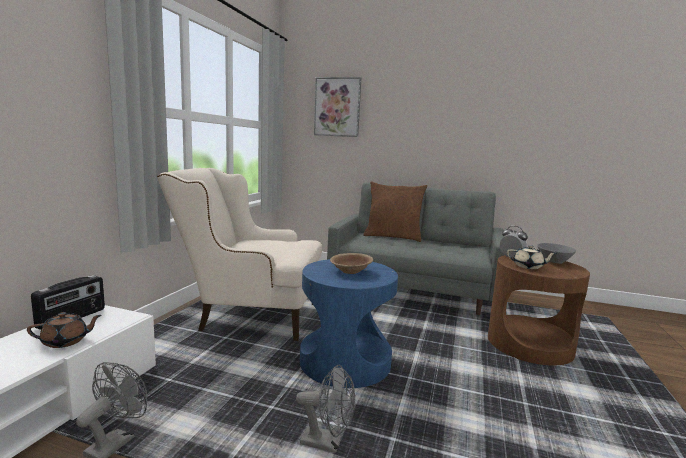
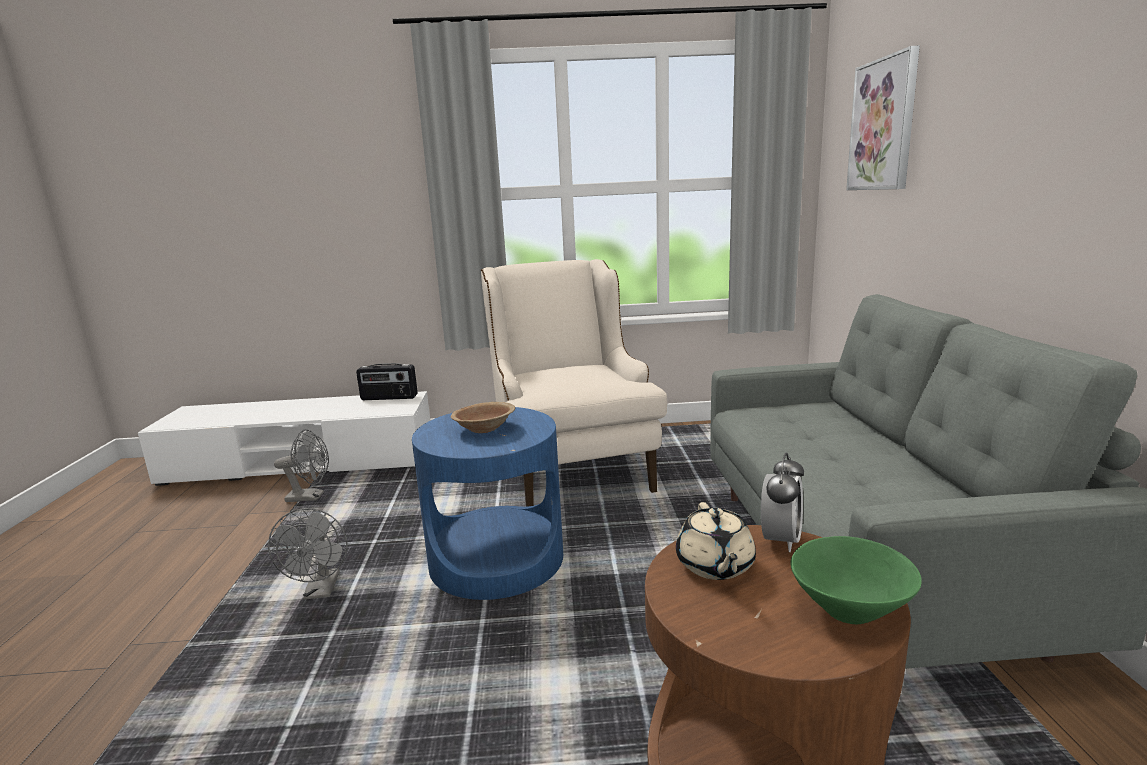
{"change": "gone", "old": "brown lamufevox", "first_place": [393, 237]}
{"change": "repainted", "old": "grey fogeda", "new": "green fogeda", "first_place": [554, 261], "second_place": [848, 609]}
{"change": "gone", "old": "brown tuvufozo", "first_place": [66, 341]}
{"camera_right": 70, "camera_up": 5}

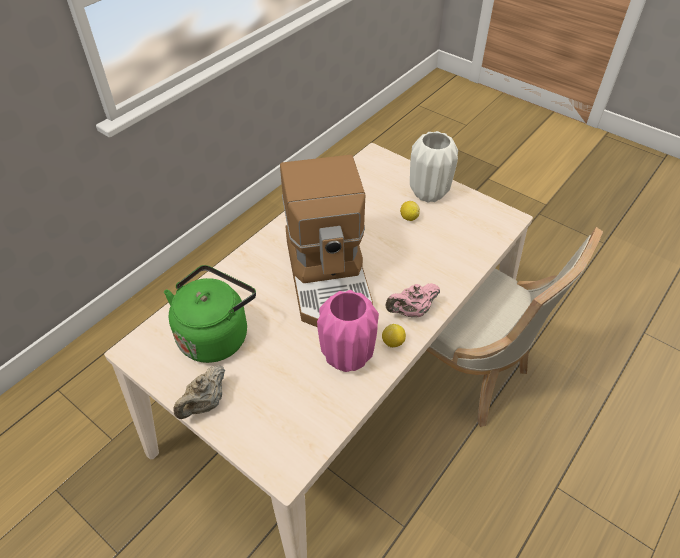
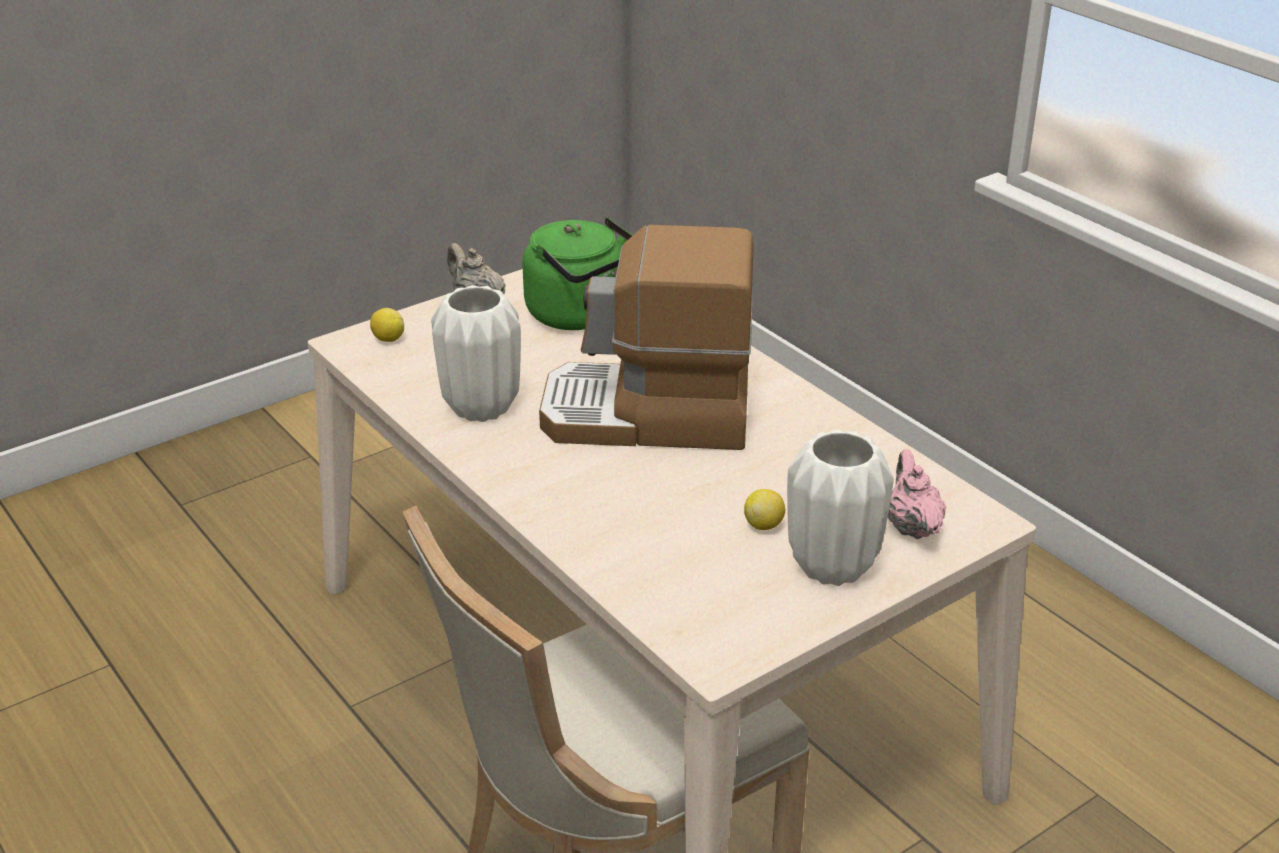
{"change": "shifted", "old": "pink tuvufozo", "first_place": [411, 311], "second_place": [911, 527]}
{"change": "repainted", "old": "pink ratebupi", "new": "white ratebupi", "first_place": [346, 356], "second_place": [482, 407]}
{"change": "shifted", "old": "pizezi", "first_place": [393, 342], "second_place": [388, 339]}
{"camera_right": 105, "camera_up": -15}

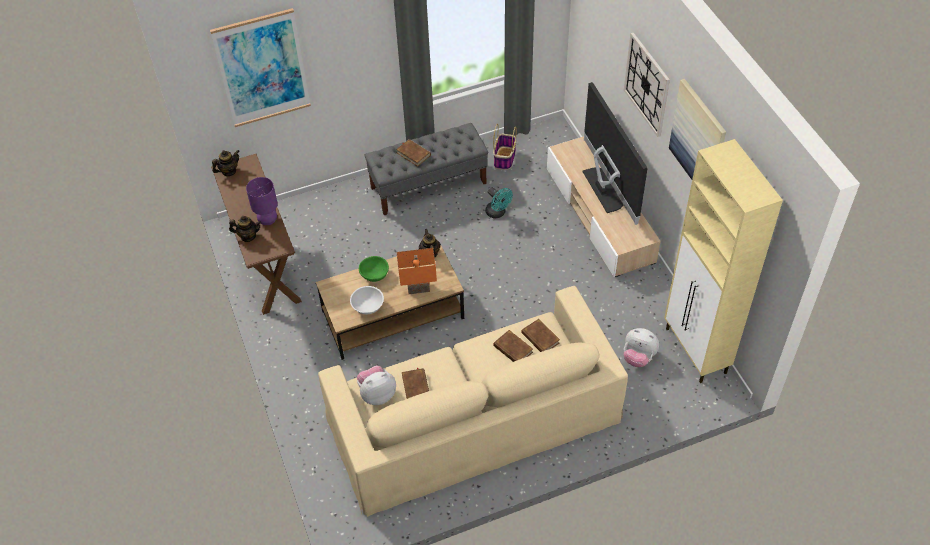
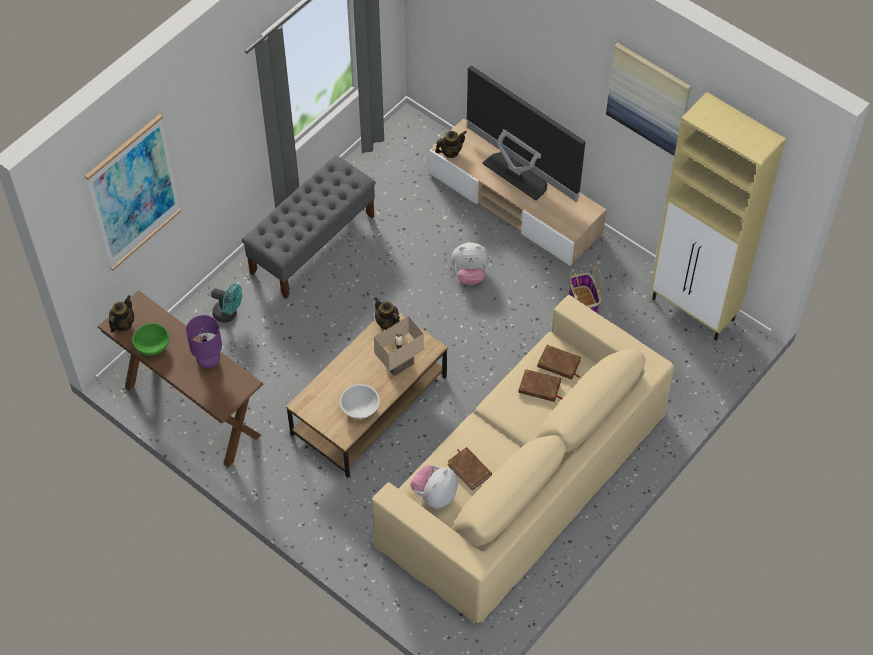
{"change": "gone", "old": "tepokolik", "first_place": [647, 84]}
{"change": "shifted", "old": "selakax", "first_place": [504, 159], "second_place": [583, 303]}
{"change": "gone", "old": "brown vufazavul", "first_place": [413, 154]}
{"change": "shifted", "old": "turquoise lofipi", "first_place": [498, 213], "second_place": [229, 314]}
{"change": "shifted", "old": "tuvufozo", "first_place": [248, 236], "second_place": [450, 152]}
{"change": "repainted", "old": "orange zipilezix", "new": "beige zipilezix", "first_place": [418, 286], "second_place": [399, 363]}
{"change": "shifted", "old": "green fogeda", "first_place": [374, 275], "second_place": [153, 346]}
{"change": "shifted", "old": "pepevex", "first_place": [638, 357], "second_place": [470, 274]}
{"camera_right": -30, "camera_up": 5}

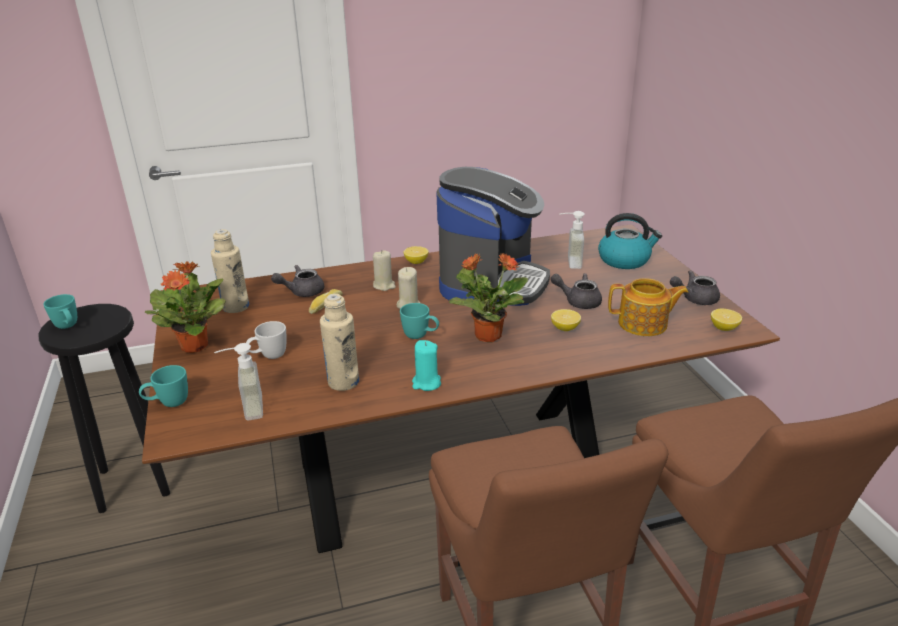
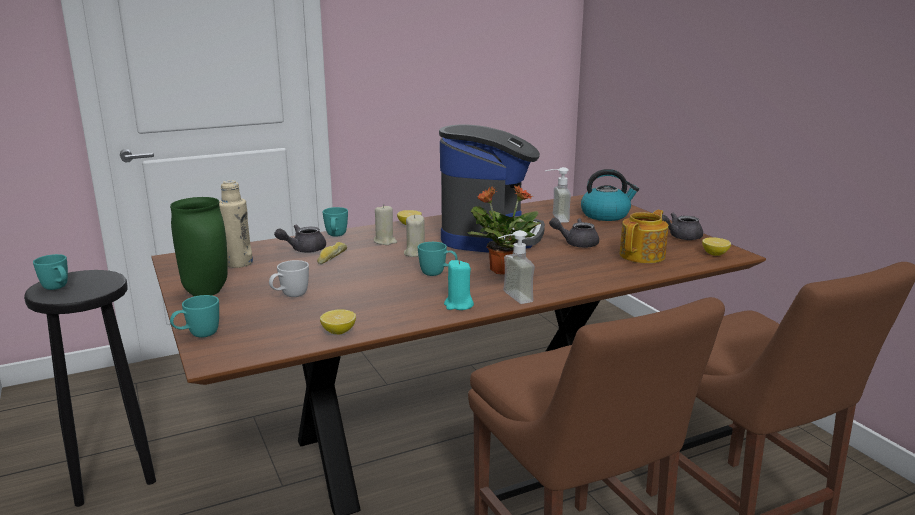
{"change": "swapped", "old": "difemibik", "new": "green ratebupi", "first_place": [195, 345], "second_place": [207, 292]}
{"change": "rotated", "old": "tuvufozo", "first_place": [644, 324], "second_place": [643, 255], "degrees": -45}
{"change": "gone", "old": "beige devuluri", "first_place": [343, 382]}
{"change": "shifted", "old": "pizezi", "first_place": [565, 328], "second_place": [339, 332]}
{"change": "shifted", "old": "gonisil", "first_place": [245, 409], "second_place": [510, 298]}
{"change": "new", "new": "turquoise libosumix", "second_place": [336, 236]}
{"camera_right": -10, "camera_up": -10}

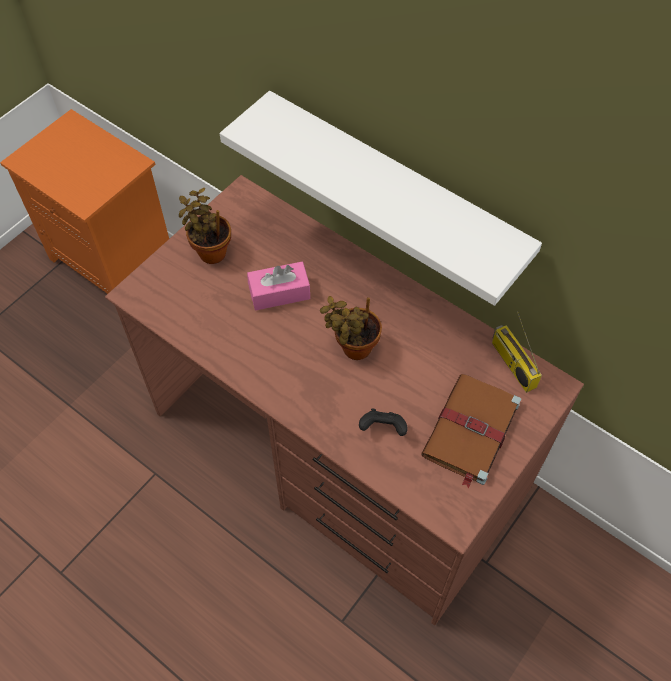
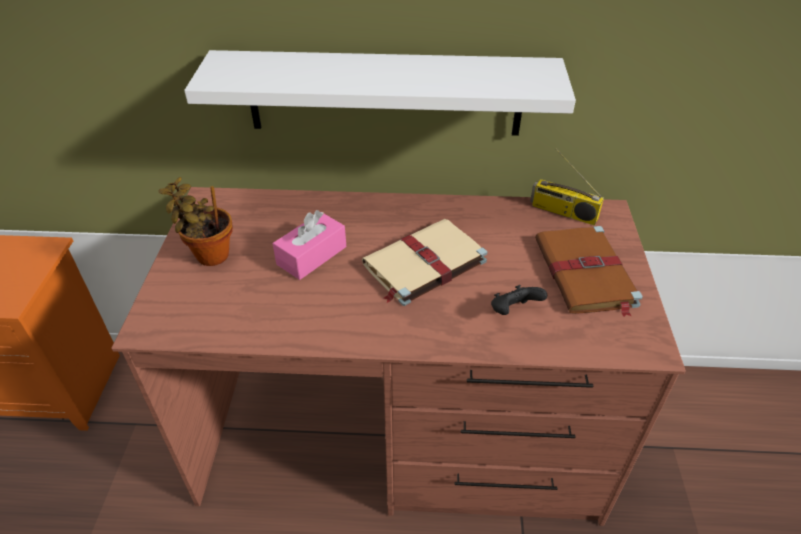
{"change": "swapped", "old": "difemibik", "new": "beige vufazavul", "first_place": [353, 348], "second_place": [423, 264]}
{"camera_right": -35, "camera_up": -15}

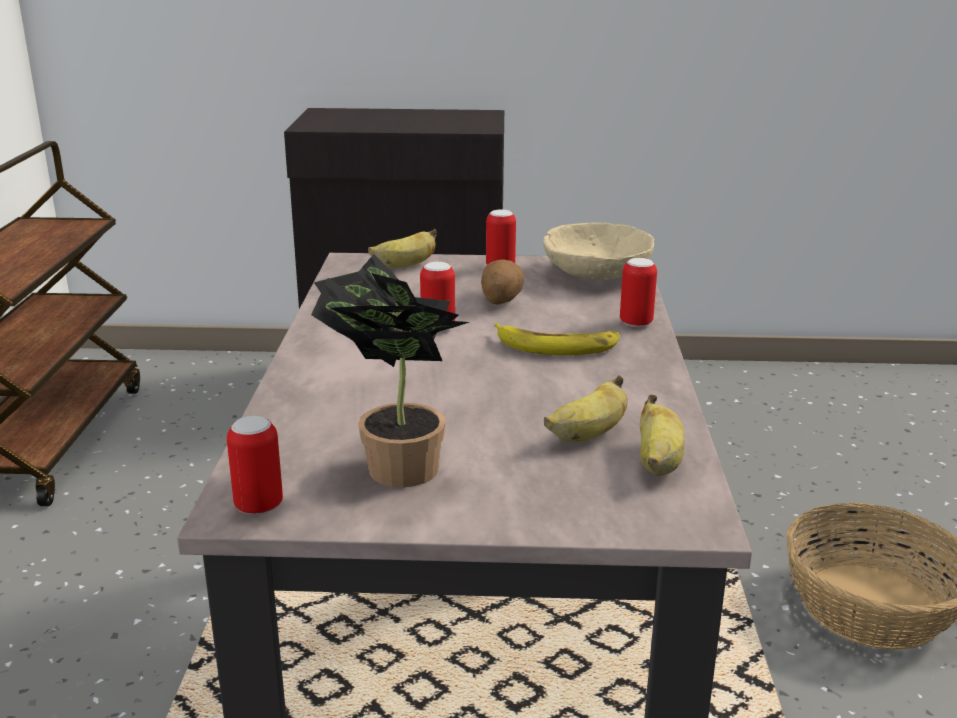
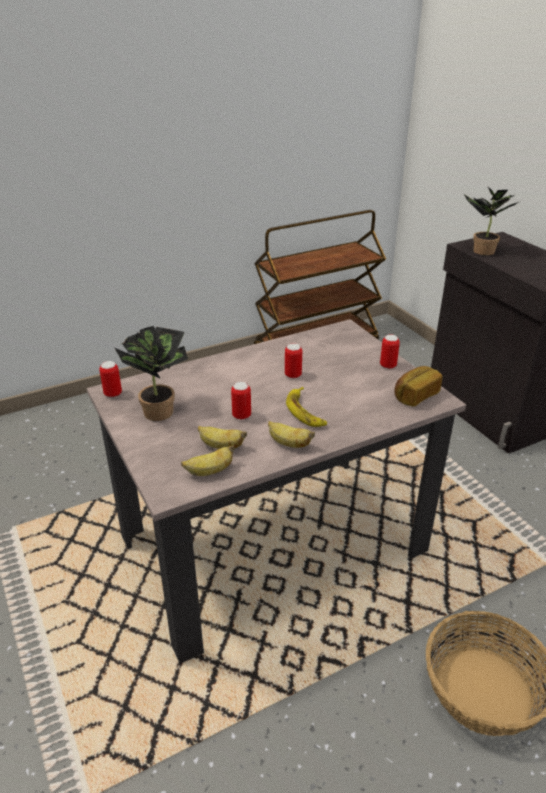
{"change": "swapped", "old": "beige fogeda", "new": "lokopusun", "first_place": [596, 274], "second_place": [415, 395]}
{"change": "shifted", "old": "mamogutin", "first_place": [405, 266], "second_place": [288, 443]}
{"change": "shifted", "old": "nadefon", "first_place": [636, 323], "second_place": [241, 416]}
{"change": "gone", "old": "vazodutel", "first_place": [500, 300]}
{"change": "new", "new": "difemibik", "second_place": [480, 251]}
{"camera_right": 60, "camera_up": 10}

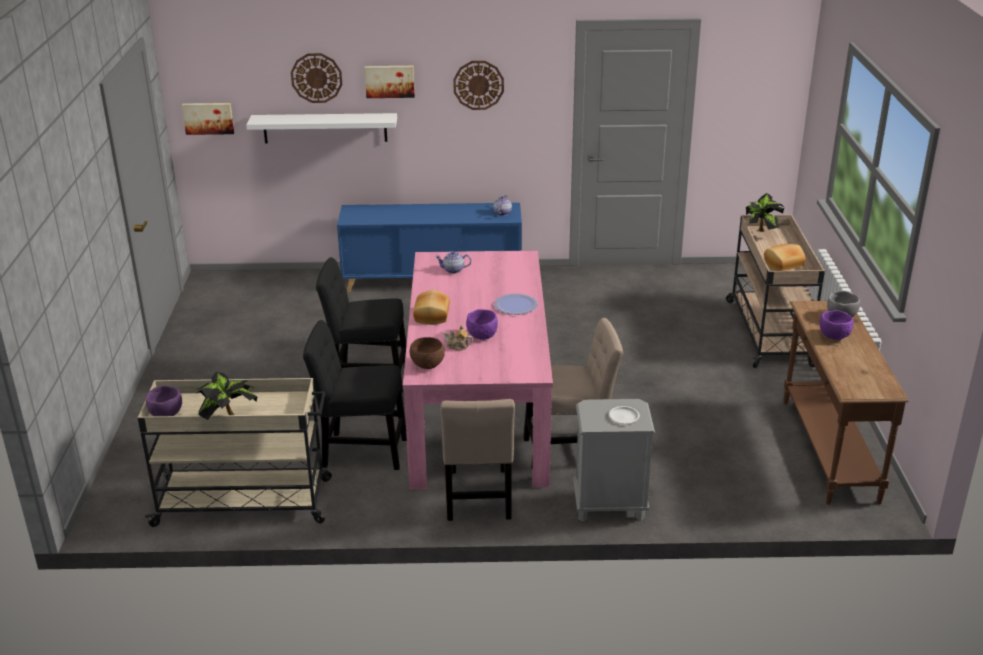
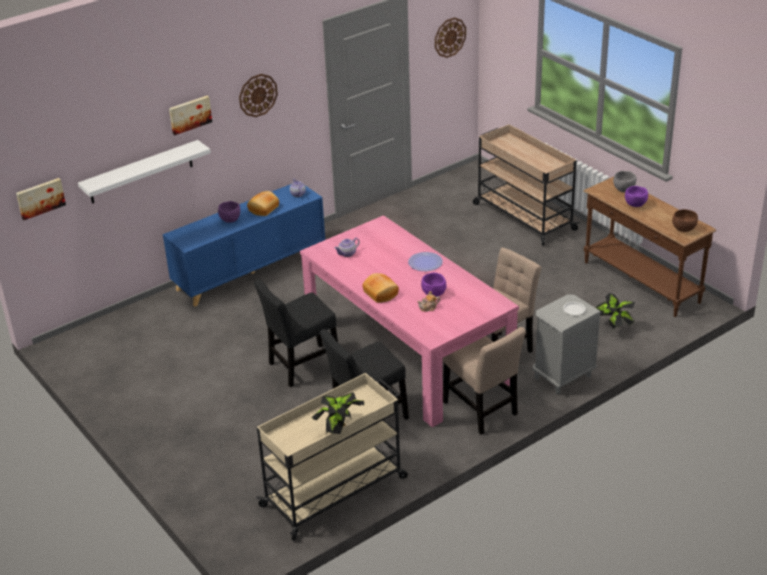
{"change": "shifted", "old": "tepokolik", "first_place": [316, 78], "second_place": [449, 37]}
{"change": "shifted", "old": "difemibik", "first_place": [761, 233], "second_place": [614, 327]}
{"change": "shifted", "old": "lokopusun", "first_place": [784, 265], "second_place": [264, 209]}
{"change": "shifted", "old": "brown fogeda", "first_place": [427, 365], "second_place": [683, 229]}
{"change": "shifted", "old": "purple fogeda", "first_place": [166, 414], "second_place": [230, 219]}
{"camera_right": -35, "camera_up": 5}

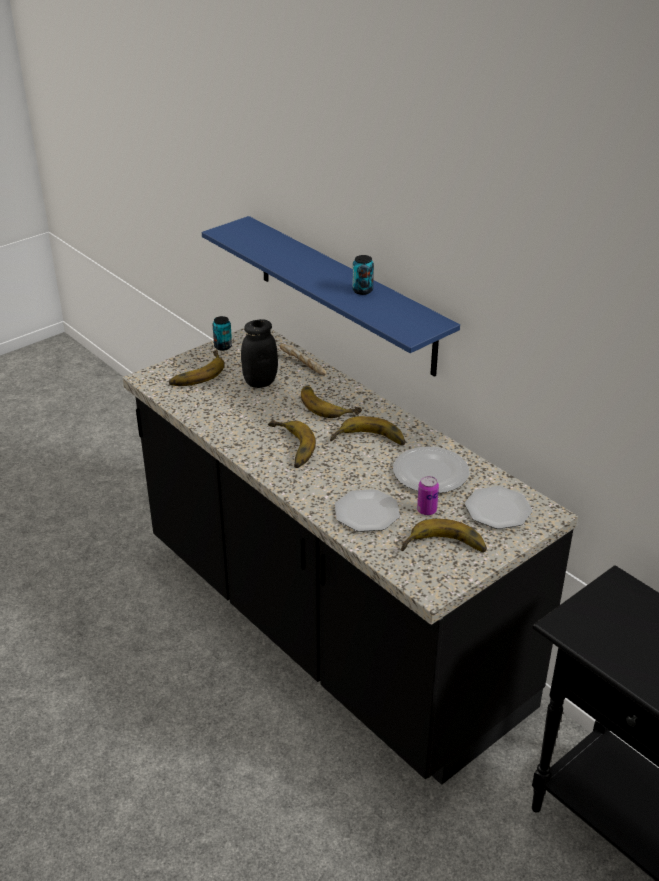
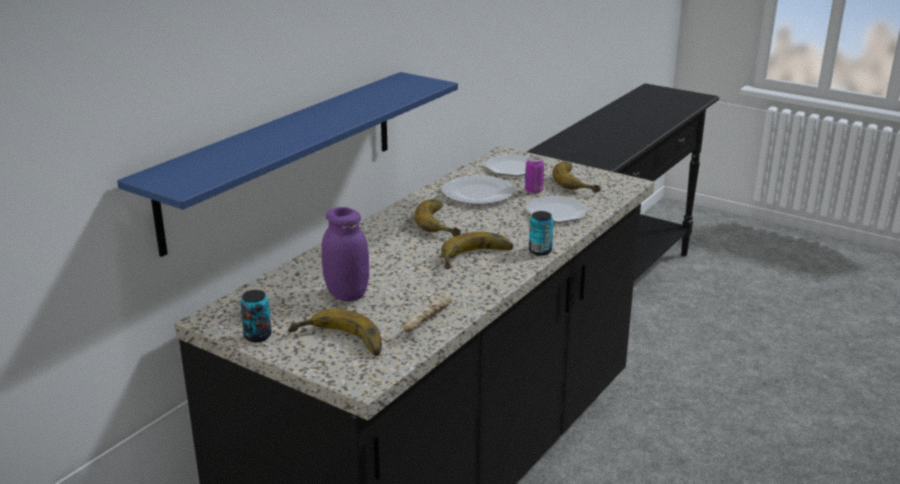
{"change": "shifted", "old": "nadefon", "first_place": [362, 290], "second_place": [540, 251]}
{"change": "repainted", "old": "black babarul", "new": "purple babarul", "first_place": [260, 382], "second_place": [347, 294]}
{"change": "shifted", "old": "lokopusun", "first_place": [302, 365], "second_place": [429, 322]}
{"change": "gone", "old": "mamogutin", "first_place": [329, 404]}
{"camera_right": -105, "camera_up": -10}

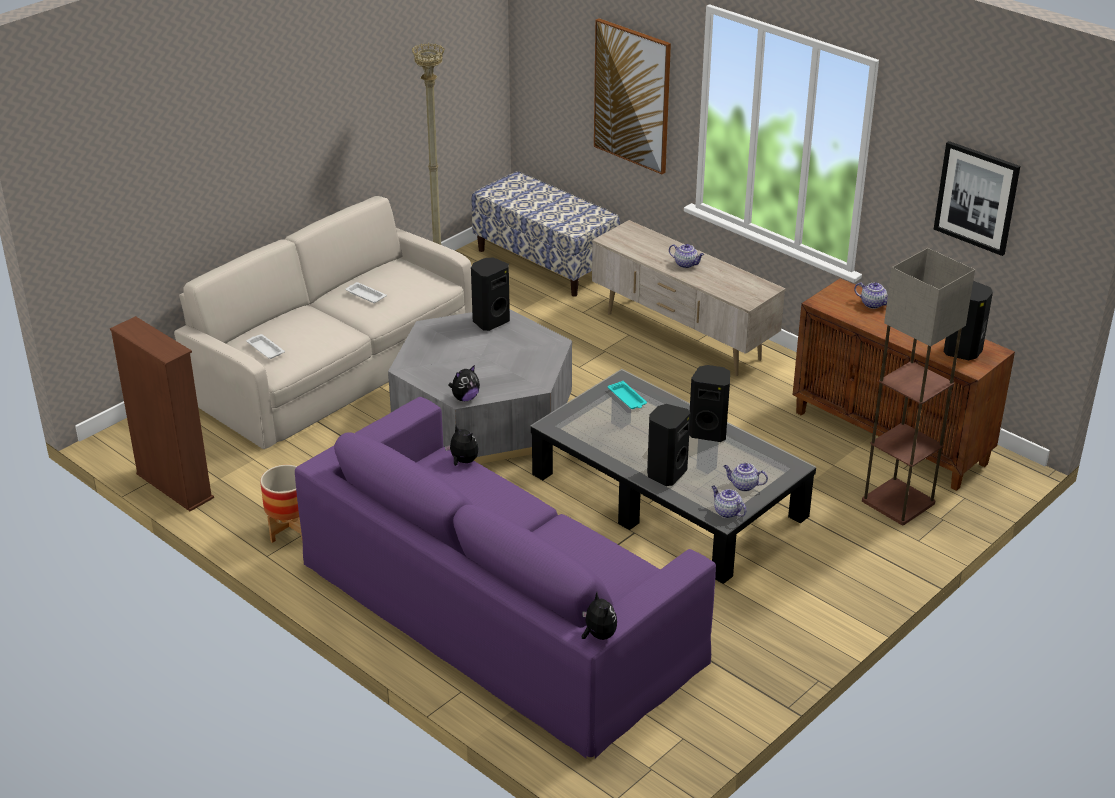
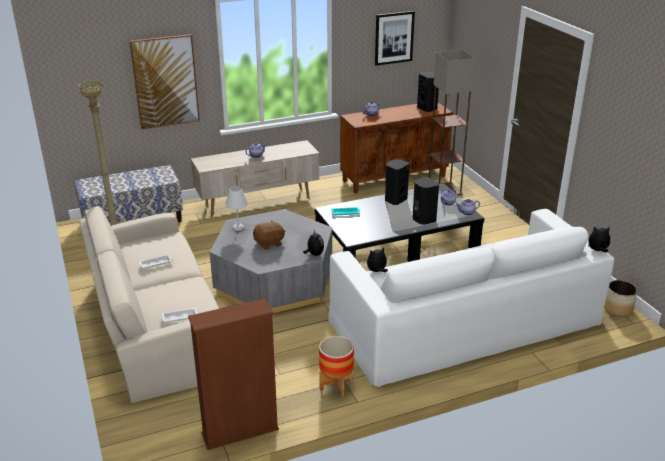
{"change": "swapped", "old": "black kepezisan", "new": "white zipilezix", "first_place": [490, 321], "second_place": [237, 228]}
{"change": "repainted", "old": "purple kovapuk", "new": "white kovapuk", "first_place": [499, 609], "second_place": [464, 321]}
{"change": "new", "new": "brown pepevex", "second_place": [269, 243]}
{"change": "new", "new": "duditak", "second_place": [617, 309]}
{"camera_right": -65, "camera_up": -5}

